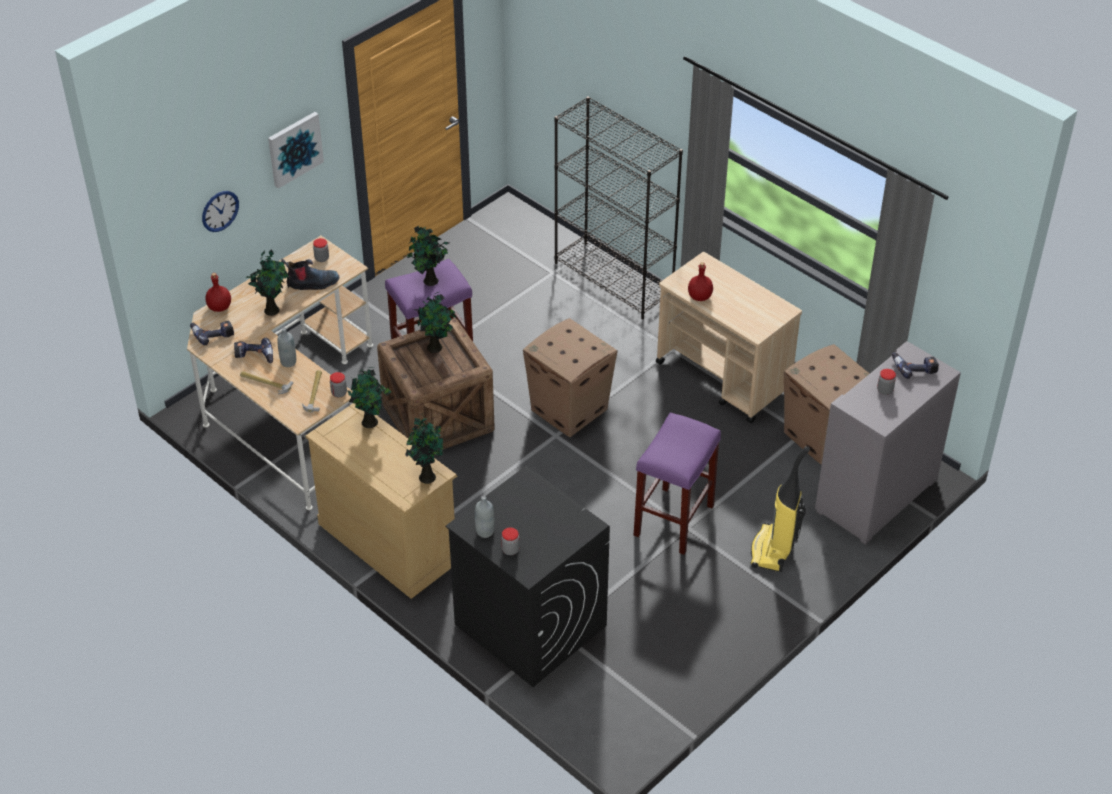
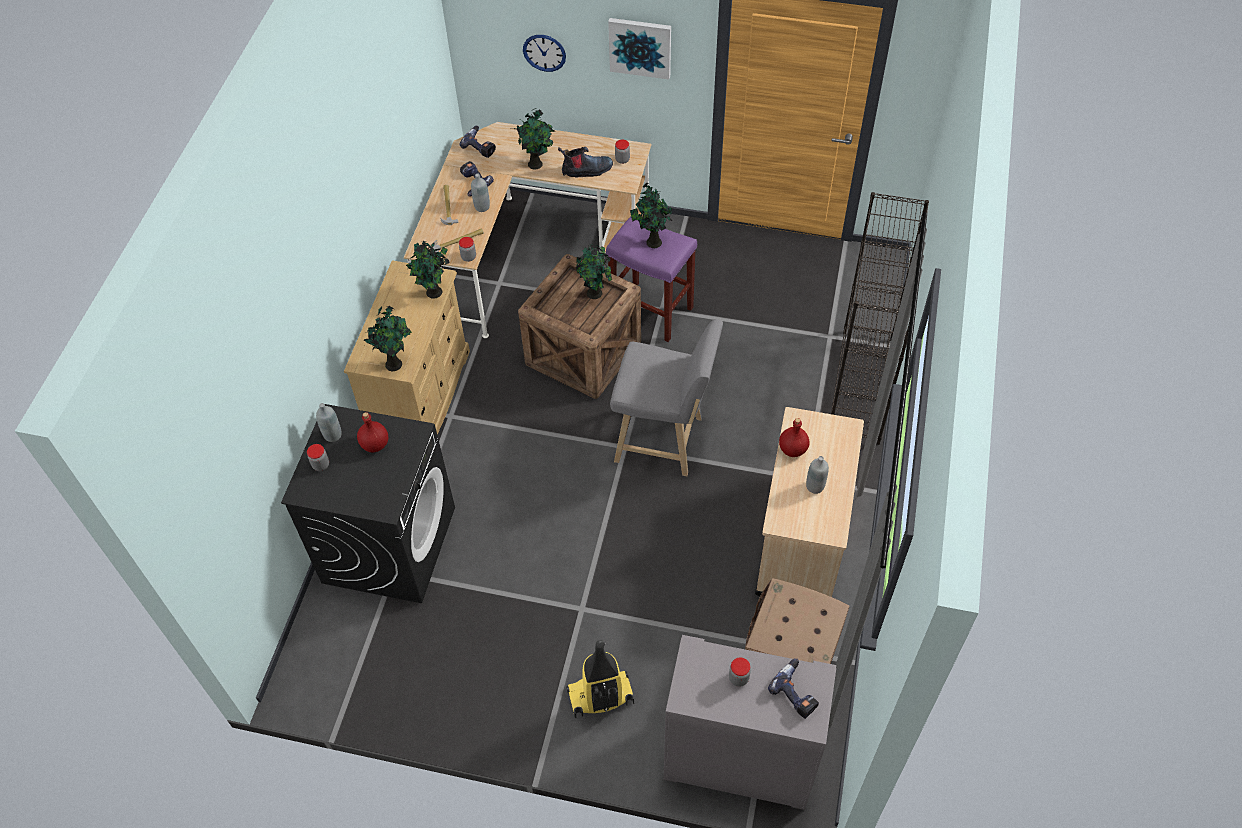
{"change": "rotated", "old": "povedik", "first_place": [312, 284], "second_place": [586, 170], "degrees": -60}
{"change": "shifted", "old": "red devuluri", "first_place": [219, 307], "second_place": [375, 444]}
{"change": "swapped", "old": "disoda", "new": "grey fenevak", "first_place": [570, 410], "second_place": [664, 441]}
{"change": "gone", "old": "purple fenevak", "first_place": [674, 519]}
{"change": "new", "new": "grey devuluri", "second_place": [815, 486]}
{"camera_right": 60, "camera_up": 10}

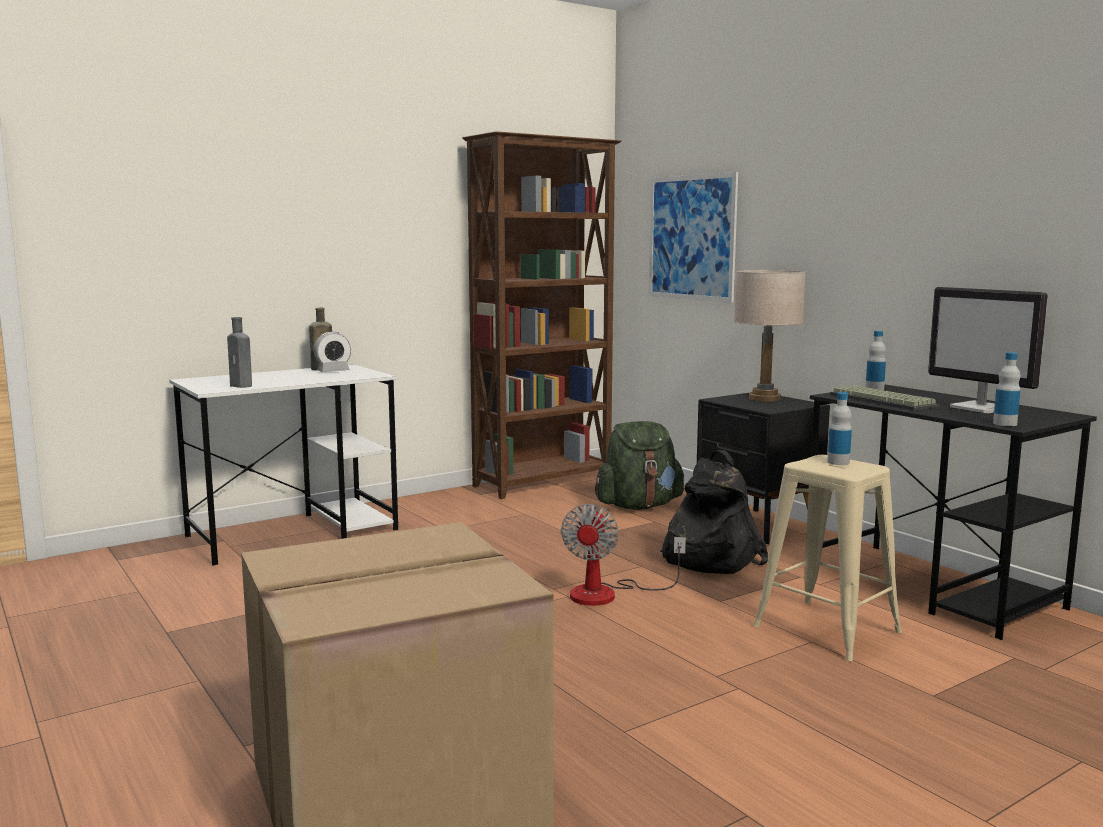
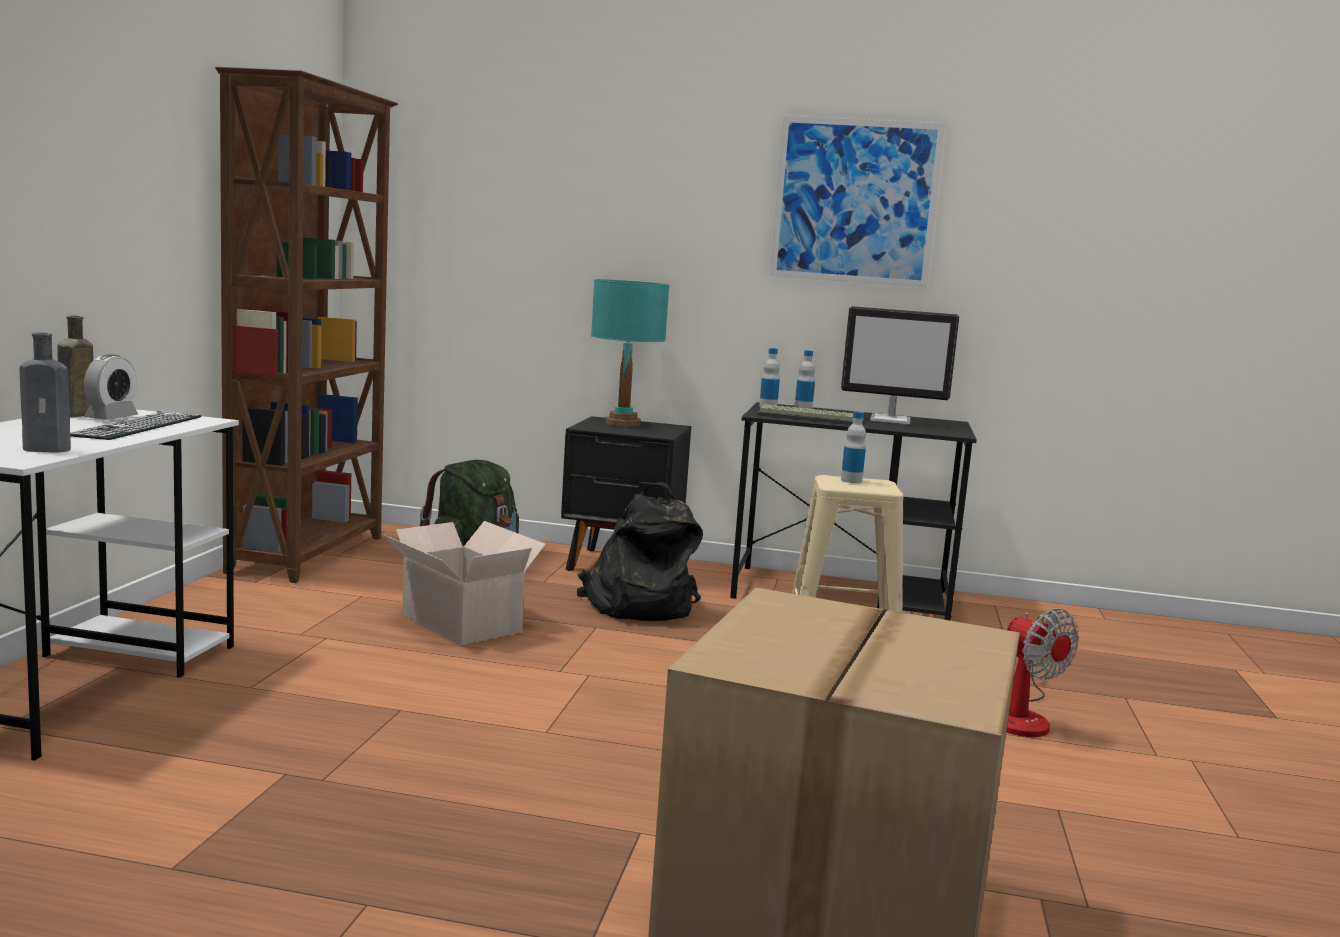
{"change": "shifted", "old": "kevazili", "first_place": [691, 237], "second_place": [855, 201]}
{"change": "repainted", "old": "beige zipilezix", "new": "turquoise zipilezix", "first_place": [764, 398], "second_place": [622, 423]}
{"change": "shifted", "old": "devuluri", "first_place": [1005, 424], "second_place": [803, 409]}
{"change": "shifted", "old": "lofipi", "first_place": [608, 594], "second_place": [1021, 716]}
{"change": "new", "new": "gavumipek", "second_place": [138, 426]}
{"change": "new", "new": "disoda", "second_place": [460, 622]}
{"camera_right": -45, "camera_up": 0}

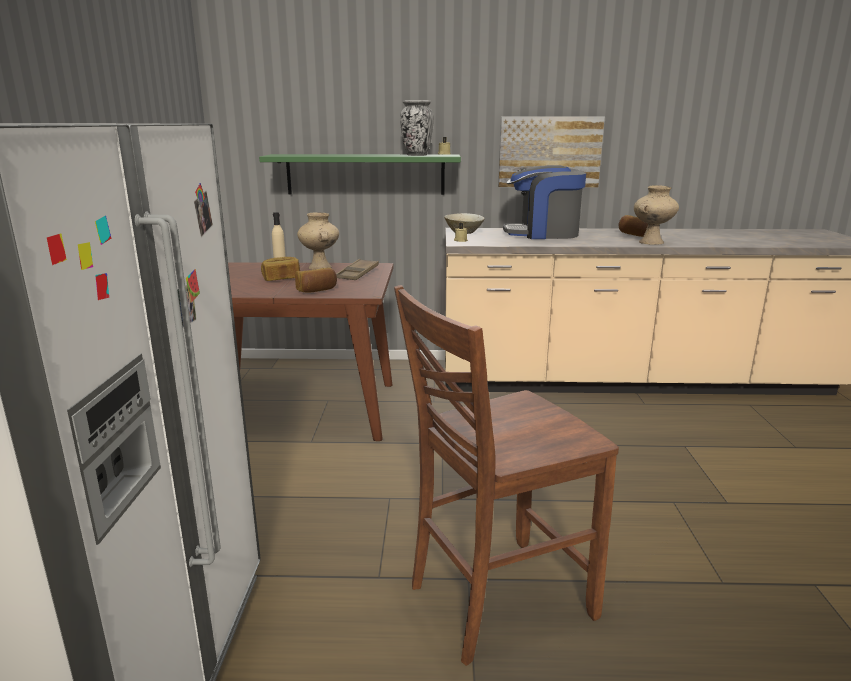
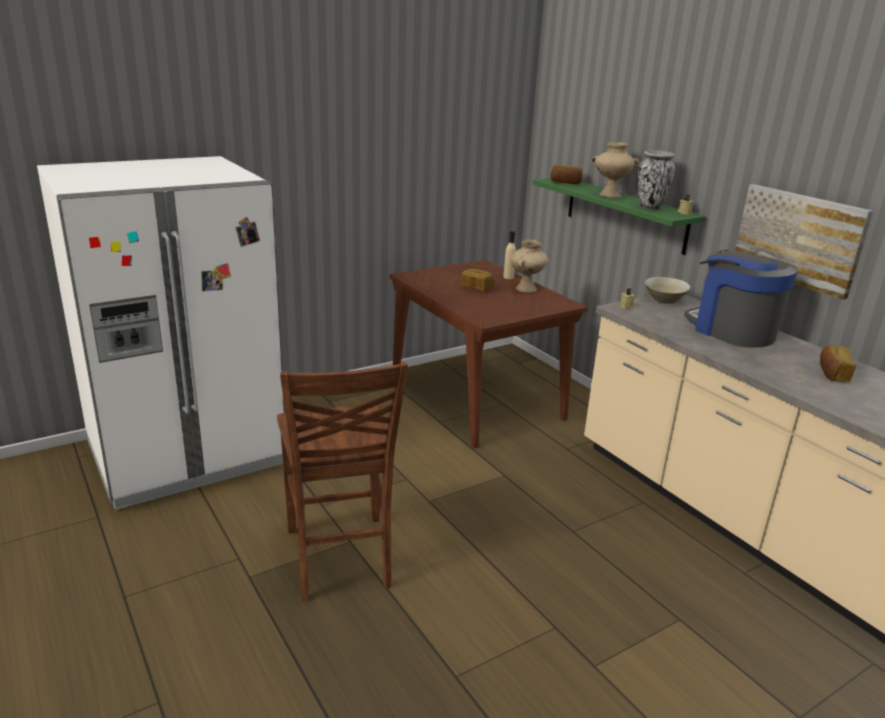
{"change": "shifted", "old": "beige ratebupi", "first_place": [651, 242], "second_place": [609, 195]}
{"change": "gone", "old": "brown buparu", "first_place": [357, 274]}
{"change": "shifted", "old": "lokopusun", "first_place": [317, 290], "second_place": [565, 183]}
{"change": "rotated", "old": "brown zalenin", "first_place": [496, 599], "second_place": [339, 559], "degrees": -135}
{"camera_right": 55, "camera_up": 5}

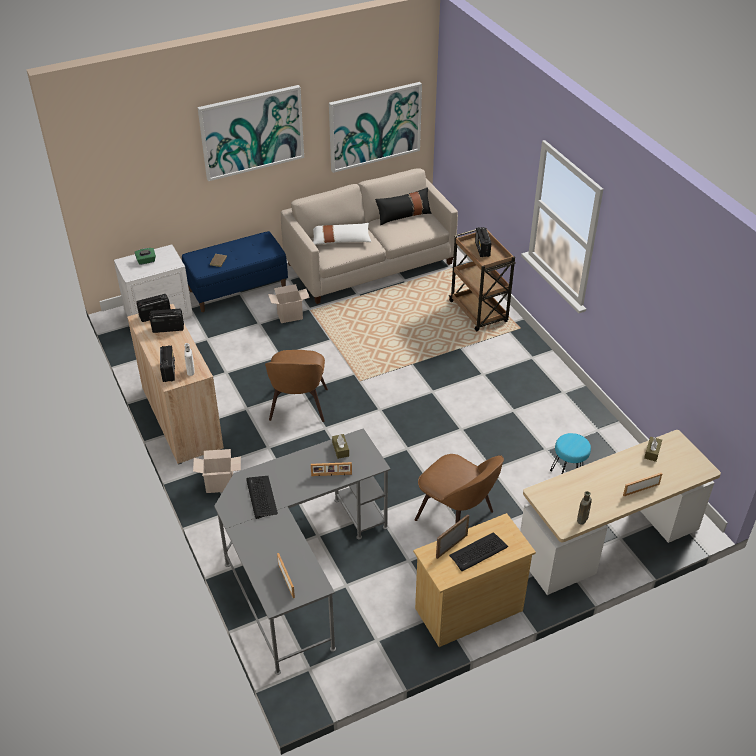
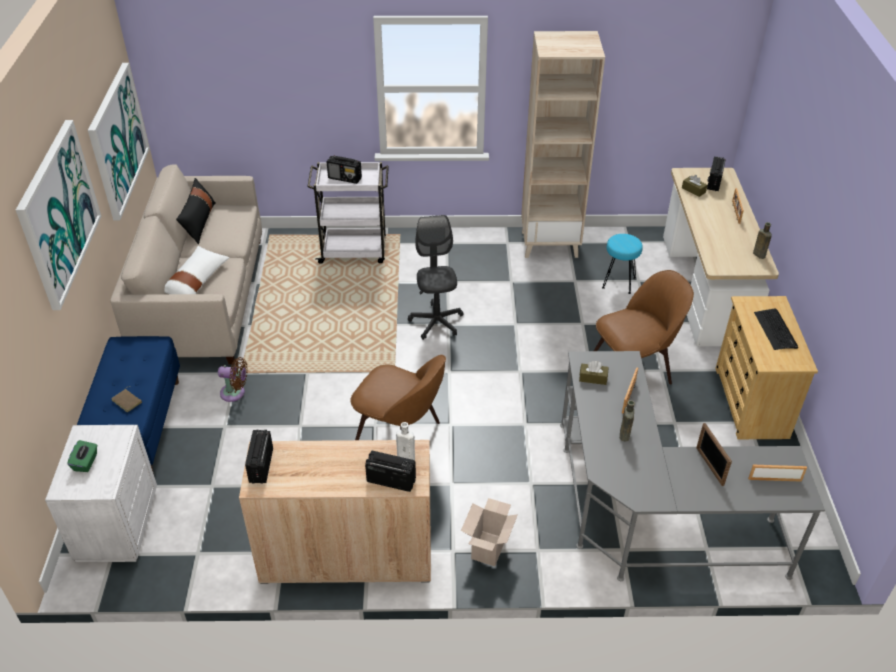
{"change": "repainted", "old": "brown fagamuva", "new": "white fagamuva", "first_place": [479, 312], "second_place": [354, 251]}
{"change": "swapped", "old": "disoda", "new": "brown lofipi", "first_place": [290, 315], "second_place": [235, 393]}
{"change": "shifted", "old": "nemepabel", "first_place": [167, 328], "second_place": [714, 182]}
{"change": "gone", "old": "gavumipek", "first_place": [261, 497]}
{"change": "shifted", "old": "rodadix", "first_place": [451, 546], "second_place": [709, 466]}
{"change": "new", "new": "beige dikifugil", "second_place": [550, 244]}
{"change": "new", "new": "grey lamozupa", "second_place": [436, 322]}
{"change": "new", "new": "brown devuluri", "second_place": [624, 436]}
{"camera_right": -65, "camera_up": 0}

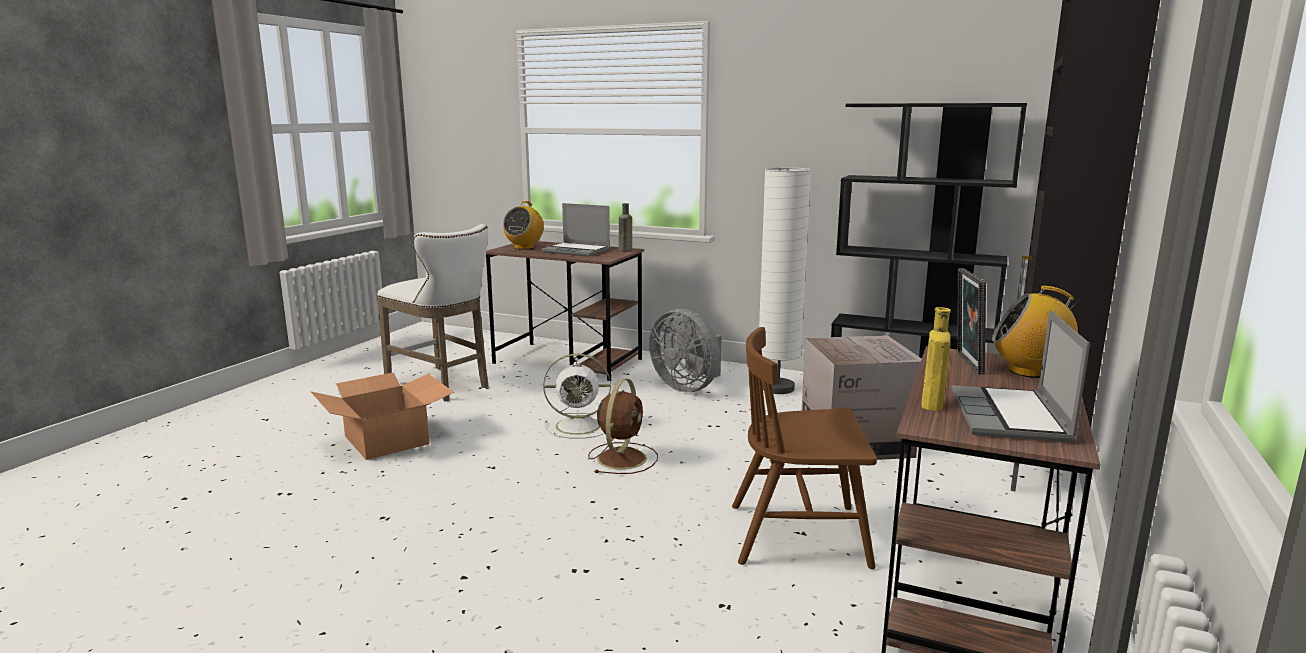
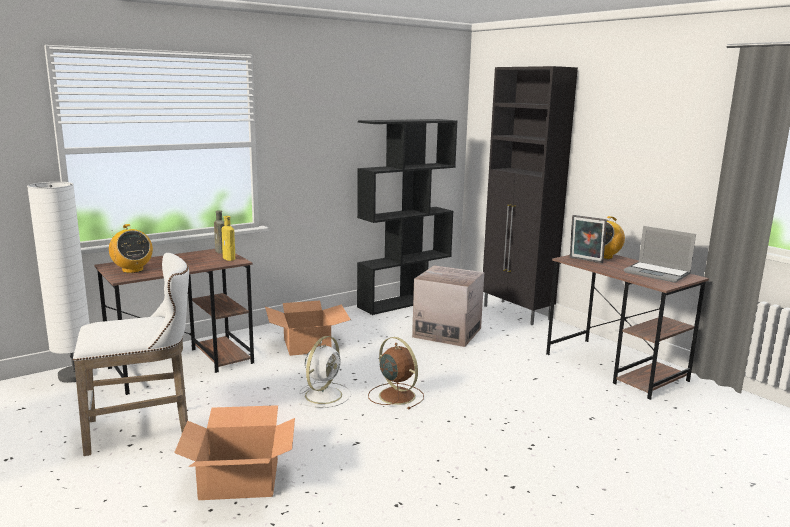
{"change": "shifted", "old": "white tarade", "first_place": [777, 388], "second_place": [74, 376]}
{"change": "gone", "old": "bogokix", "first_place": [577, 251]}
{"change": "shifted", "old": "yellow devuluri", "first_place": [932, 405], "second_place": [229, 259]}
{"change": "swapped", "old": "grey lofipi", "new": "disoda", "first_place": [688, 387], "second_place": [307, 344]}
{"change": "gone", "old": "brown zalenin", "first_place": [799, 535]}
{"camera_right": -60, "camera_up": 0}

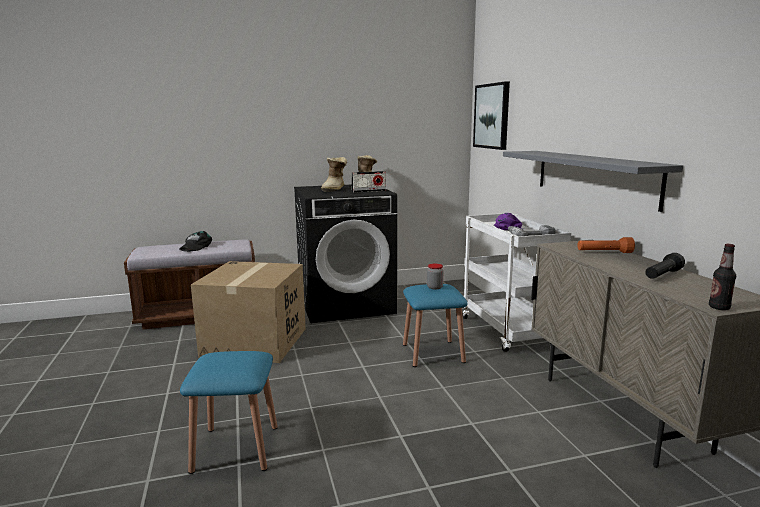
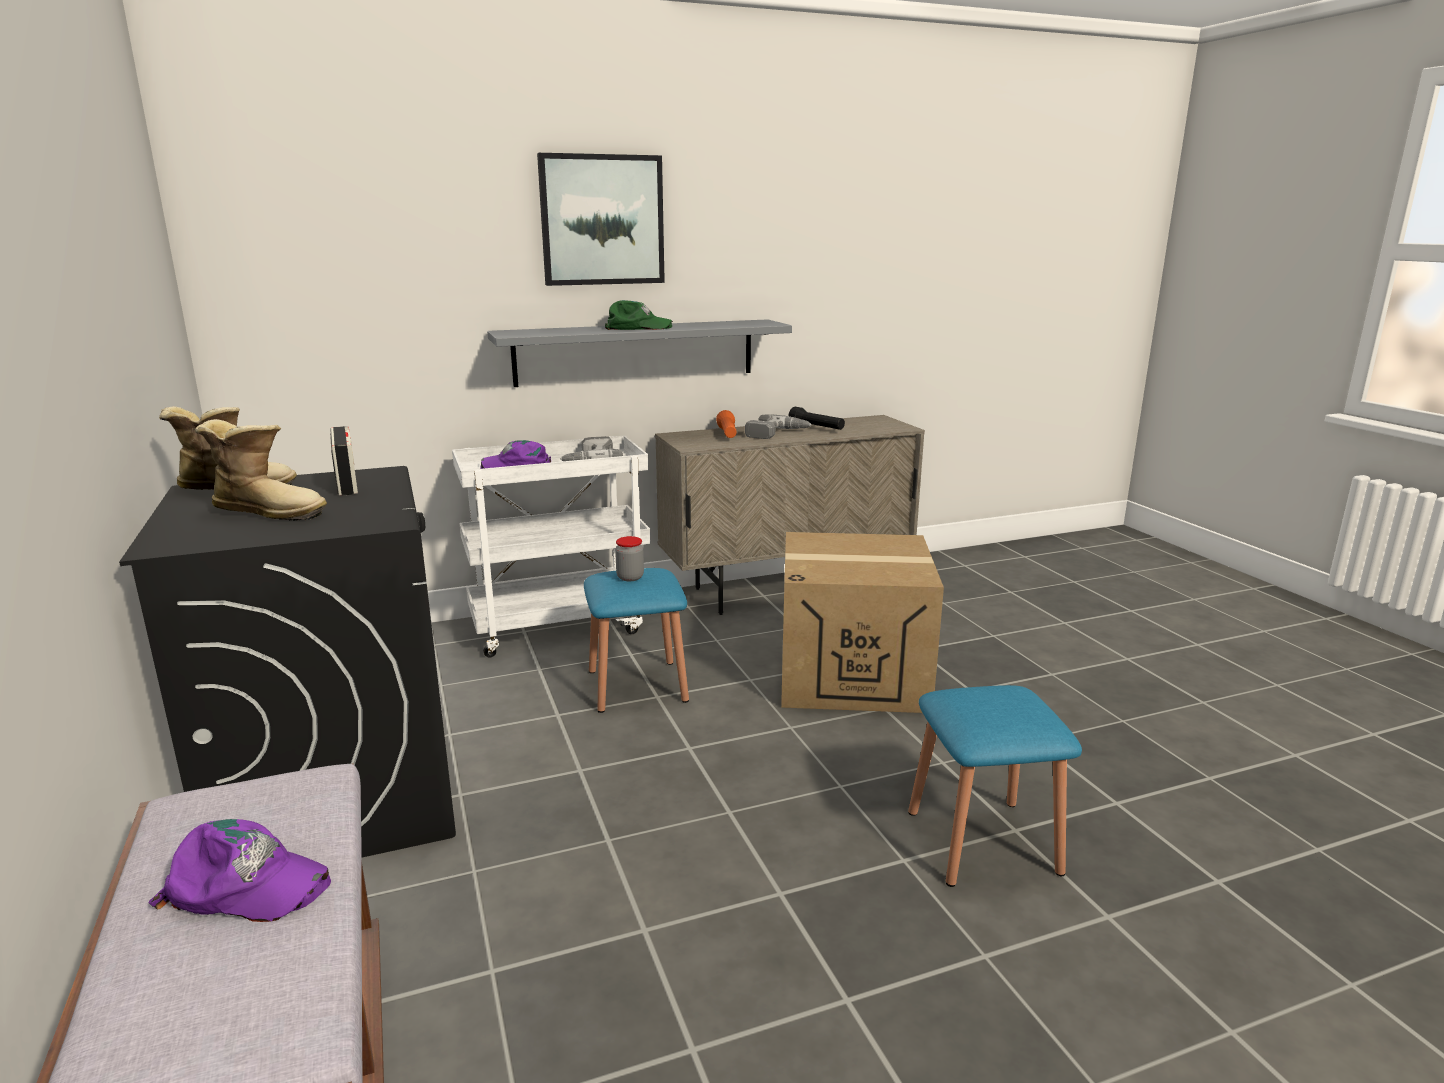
{"change": "shifted", "old": "kevazili", "first_place": [492, 116], "second_place": [602, 220]}
{"change": "repainted", "old": "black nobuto", "new": "purple nobuto", "first_place": [196, 246], "second_place": [246, 886]}
{"change": "gone", "old": "devuluri", "first_place": [719, 307]}
{"change": "shifted", "old": "disoda", "first_place": [255, 342], "second_place": [852, 674]}
{"change": "new", "new": "green nobuto", "second_place": [637, 327]}
{"change": "new", "new": "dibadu", "second_place": [777, 433]}
{"camera_right": -95, "camera_up": 5}

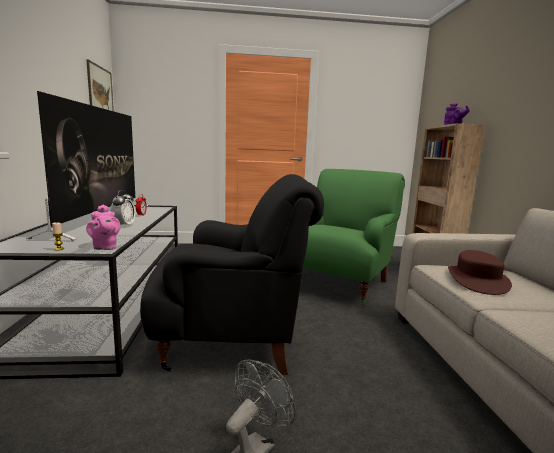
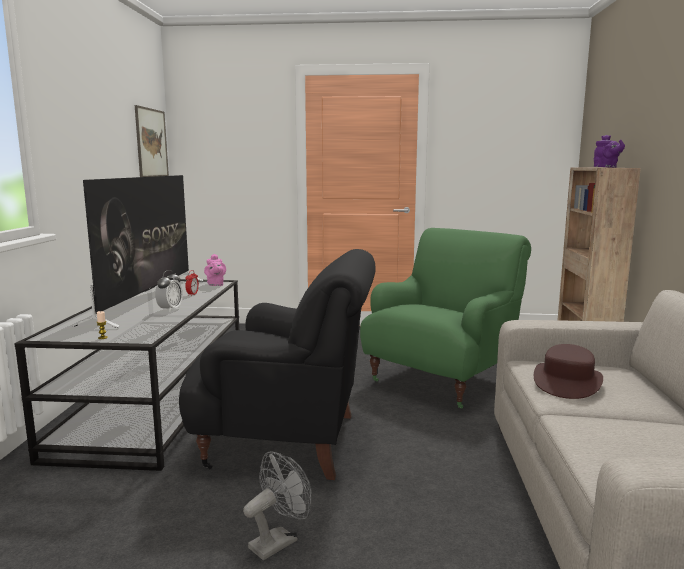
{"change": "shifted", "old": "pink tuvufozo", "first_place": [105, 247], "second_place": [215, 284]}
{"camera_right": 10, "camera_up": 0}

